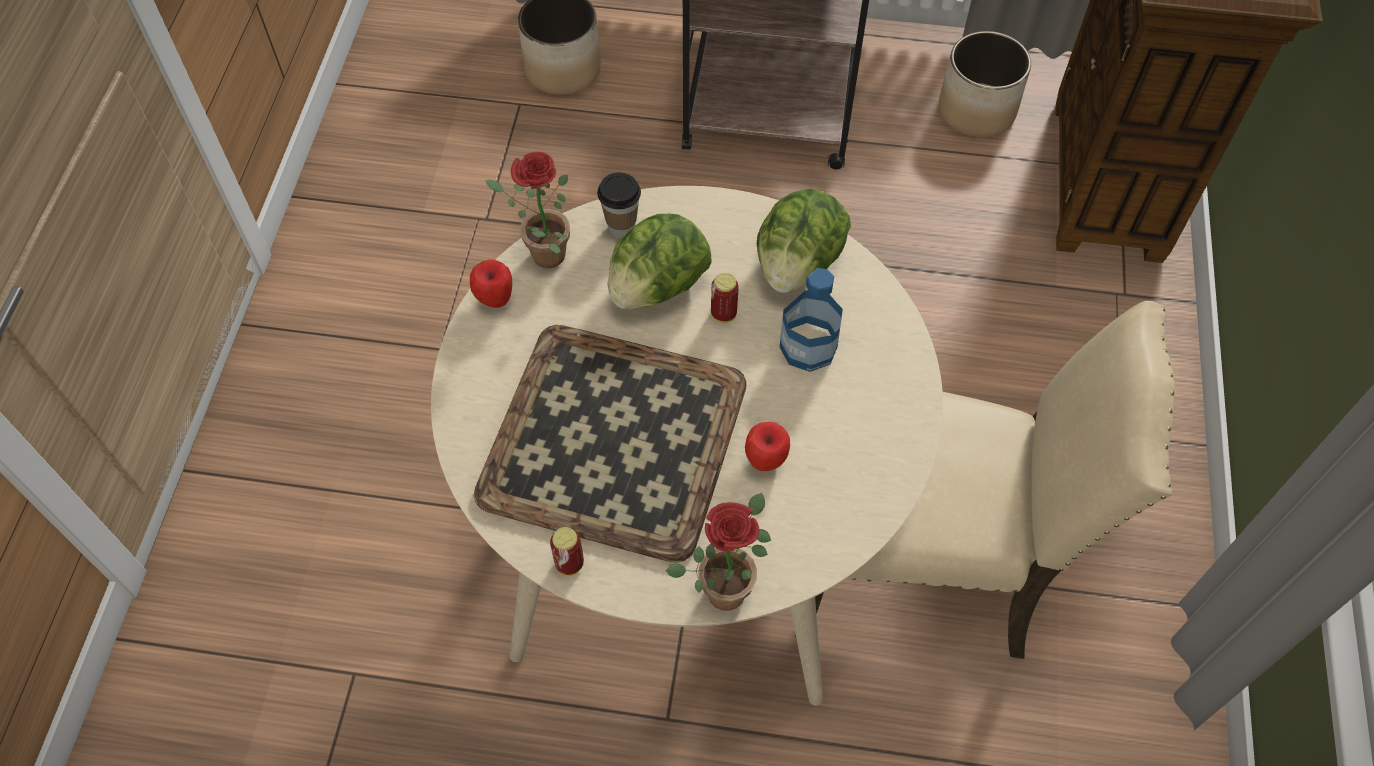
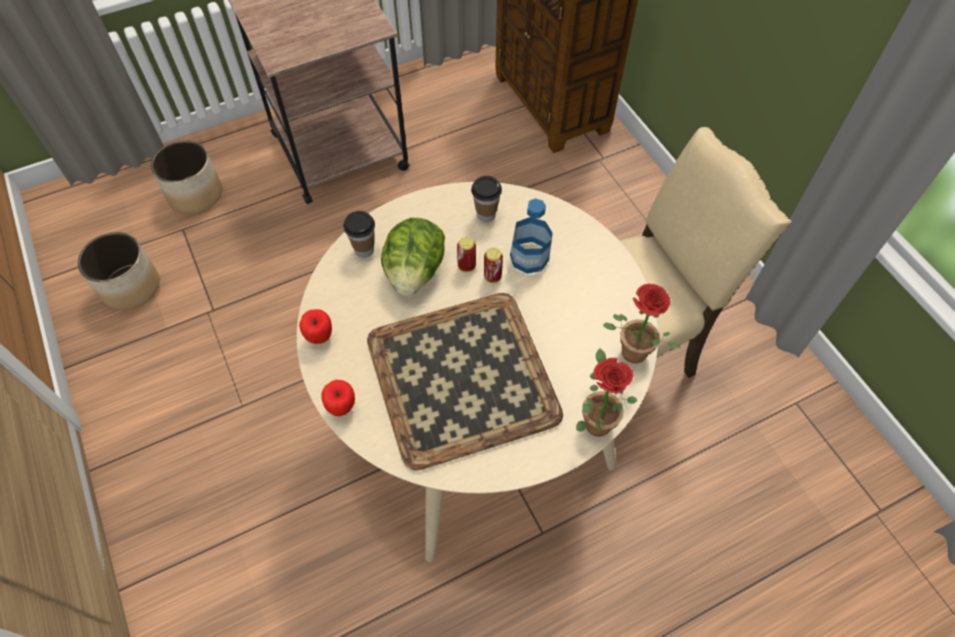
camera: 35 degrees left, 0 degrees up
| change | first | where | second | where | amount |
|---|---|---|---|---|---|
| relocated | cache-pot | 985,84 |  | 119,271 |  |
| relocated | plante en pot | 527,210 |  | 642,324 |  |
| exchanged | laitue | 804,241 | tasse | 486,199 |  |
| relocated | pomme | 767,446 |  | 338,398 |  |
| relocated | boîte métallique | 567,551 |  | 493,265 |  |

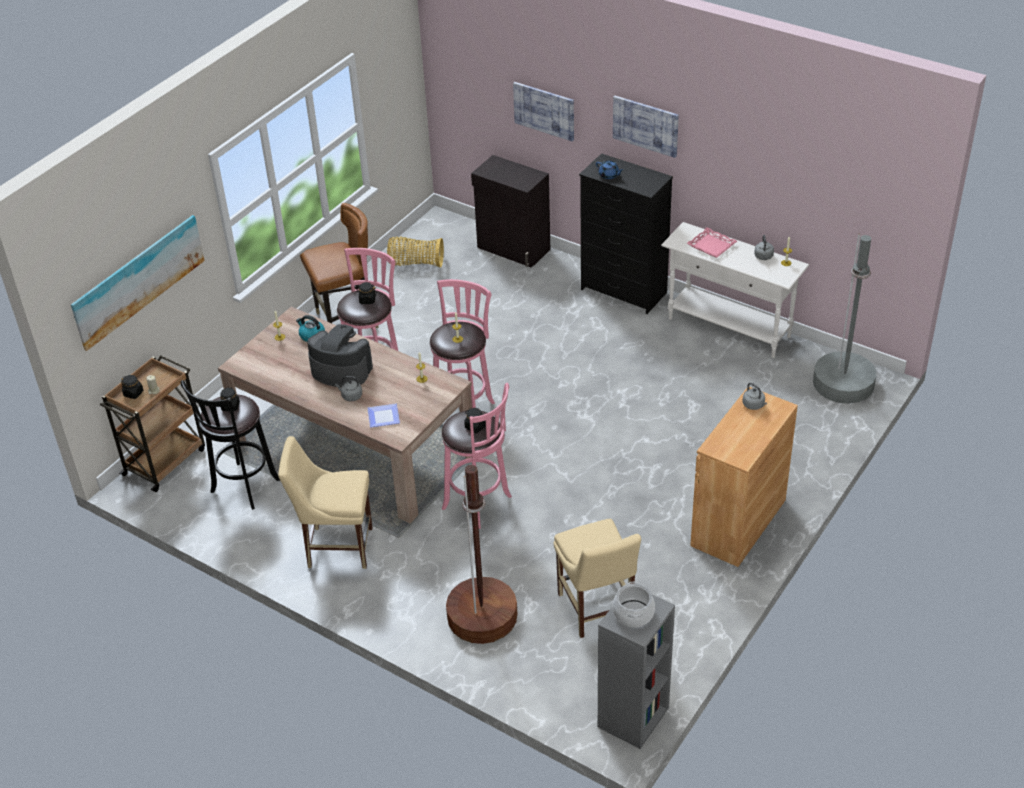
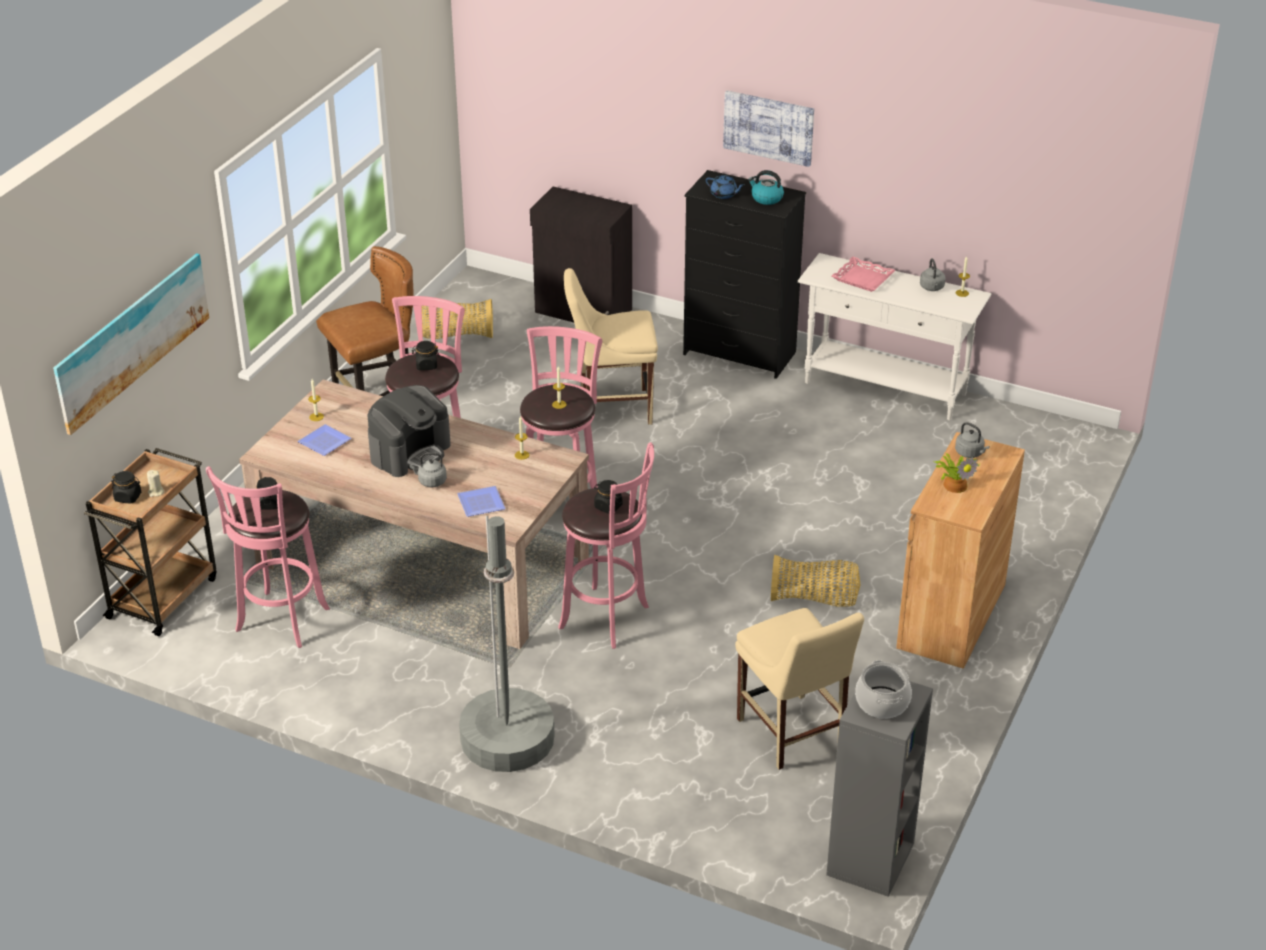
camera: 10 degrees left, 5 degrees down
| change | first | where | second | where | amount |
|---|---|---|---|---|---|
| missing | tableau | 543,112 |  |  |  |
| relocated | lampadaire [gris] | 844,319 |  | 507,643 |  |
| relocated | bouilloire | 310,328 |  | 766,187 |  |
| spun | machine à café | 340,355 |  | 409,431 | 120 degrees clockwise |
| colour | tabouret [noir] | 230,445 | tabouret [rose] | 268,557 |  |
| relocated | chaise [beige] | 325,502 |  | 611,346 |  |
| missing | lampadaire [marron] | 481,554 |  |  |  |
| appeared |  |  | assiette | 325,440 |  |
| appeared |  |  | plante en pot | 956,473 |  |
| appeared |  |  | panier | 816,580 |  |

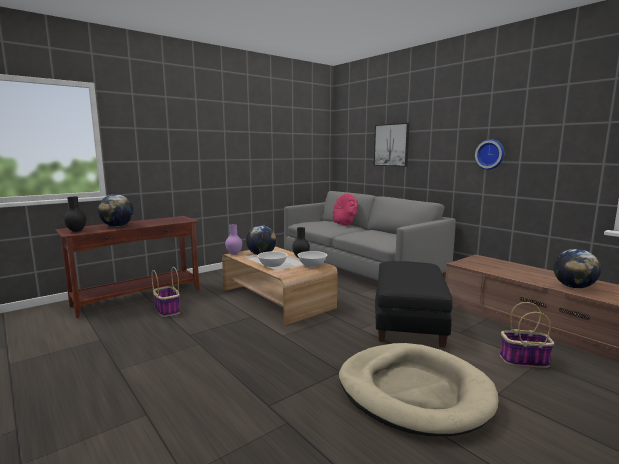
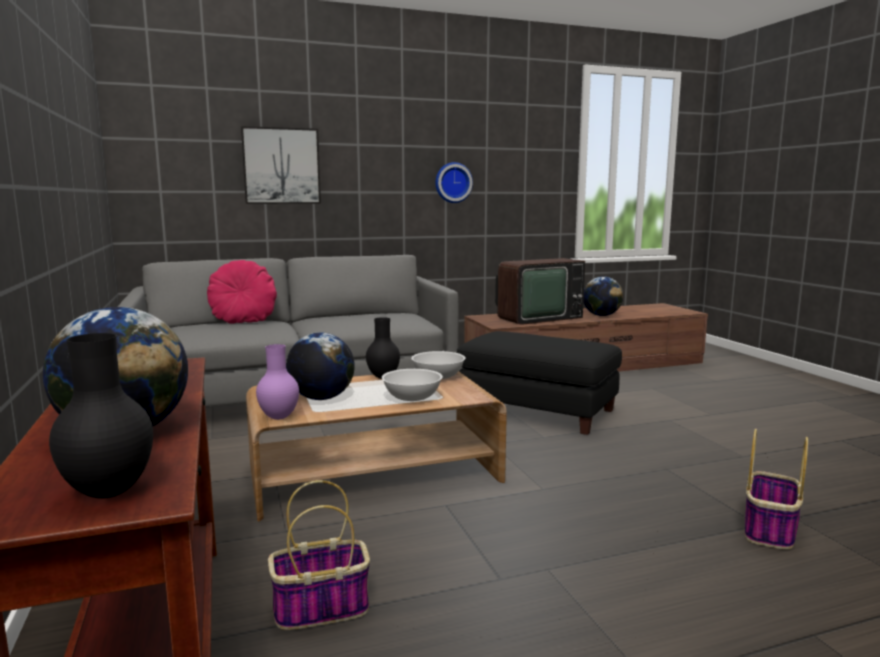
camera: 70 degrees left, 0 degrees up
| change | first | where | second | where | amount |
|---|---|---|---|---|---|
| relocated | panier | 527,335 |  | 776,489 |  |
| missing | panier pour chien [beige] | 419,389 |  |  |  |
| appeared |  |  | téléviseur | 540,291 |  |

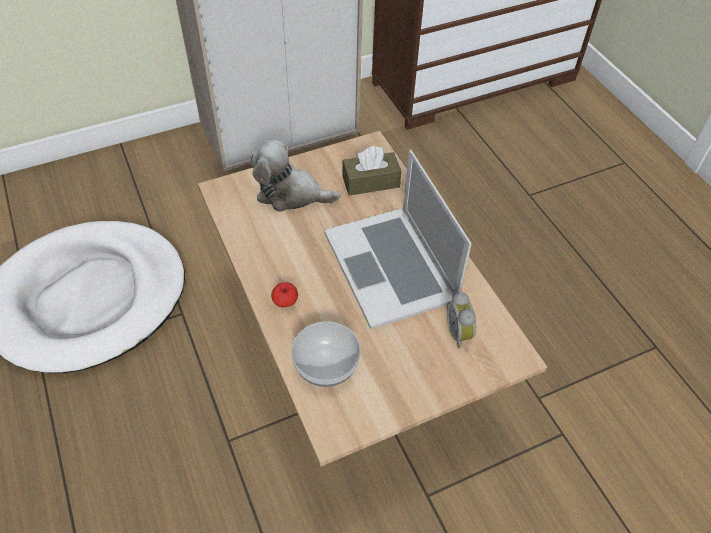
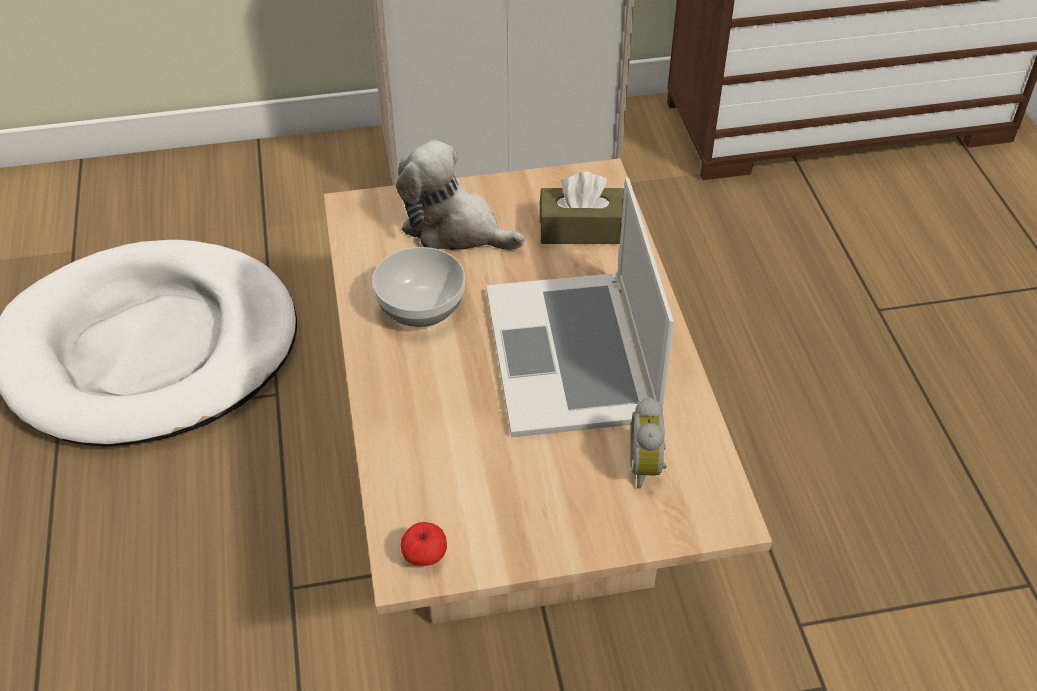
camera: 15 degrees right, 5 degrees down
| change | first | where | second | where | amount |
|---|---|---|---|---|---|
| relocated | pomme | 284,294 |  | 423,544 |  |
| relocated | bol | 326,354 |  | 418,287 |  |

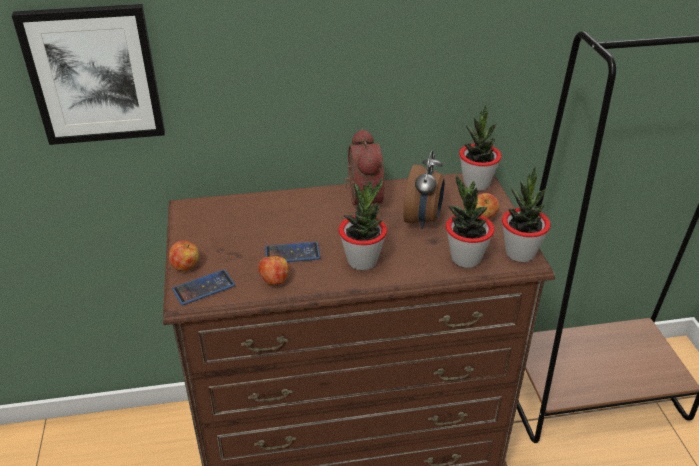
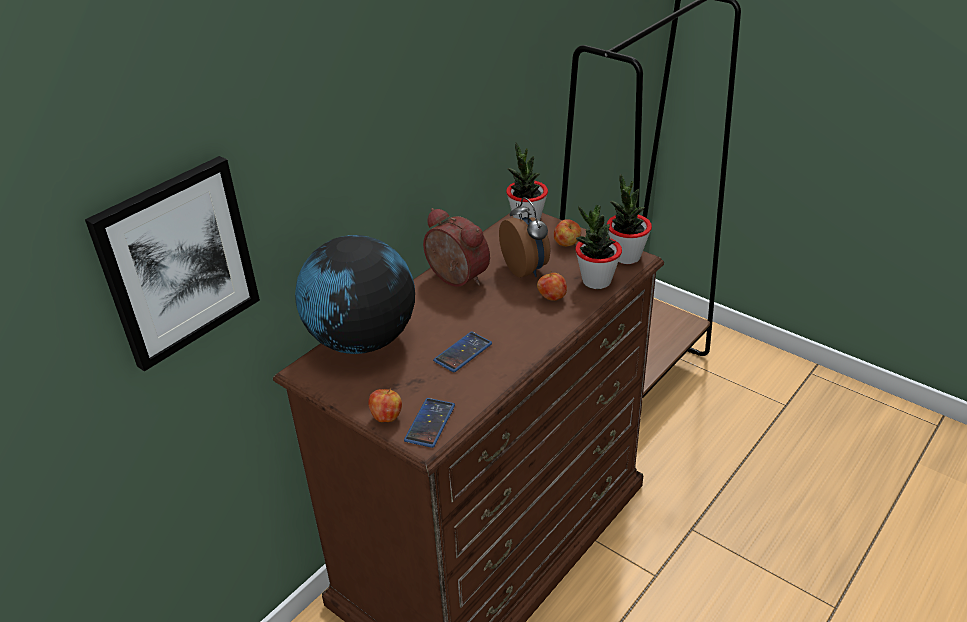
camera: 40 degrees left, 0 degrees up
| change | first | where | second | where | amount |
|---|---|---|---|---|---|
| missing | plante en pot | 363,224 |  |  |  |
| relocated | pomme | 274,269 |  | 552,286 |  |
| appeared |  |  | globe | 355,294 |  |

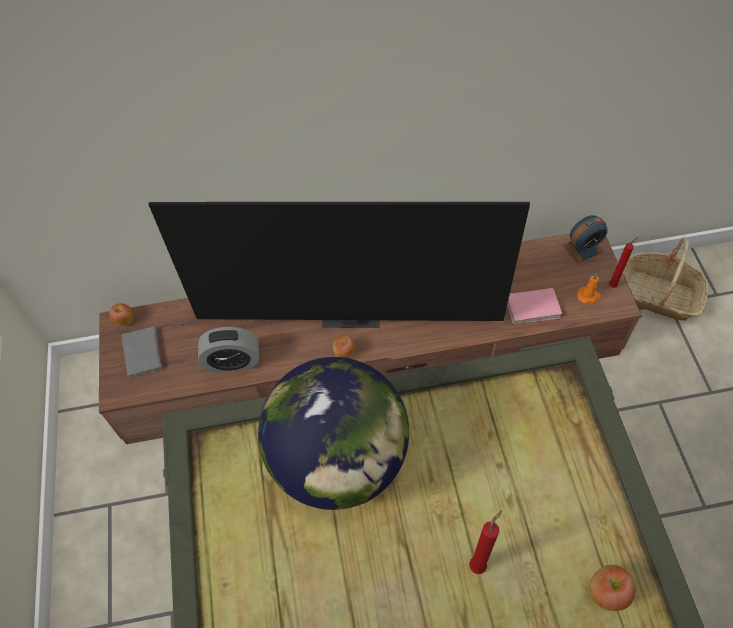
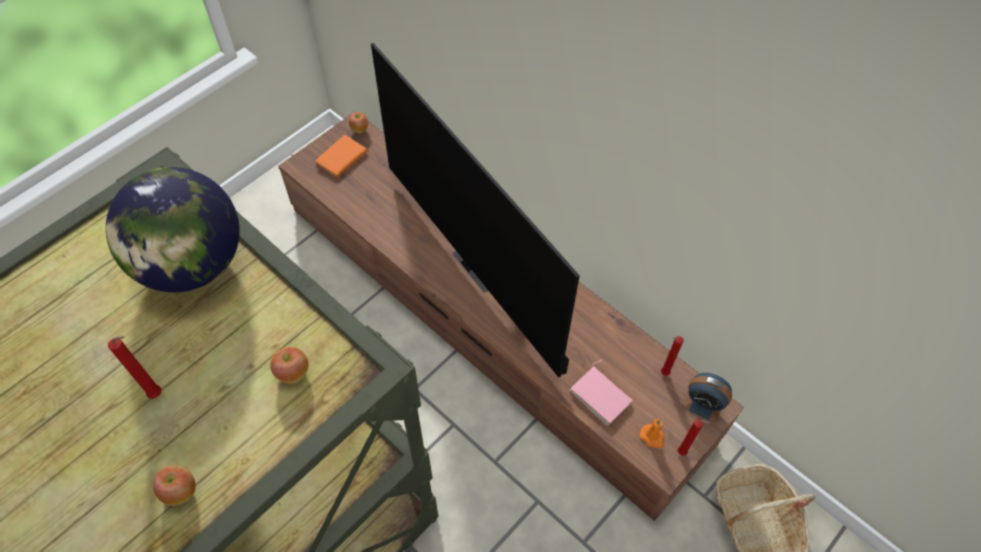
camera: 50 degrees right, 0 degrees up
| change | first | where | second | where | amount |
|---|---|---|---|---|---|
| colour | livre [gris] | 144,351 | livre [orange] | 344,156 |  |
| missing | réveil | 228,350 |  |  |  |
| relocated | pomme | 344,346 |  | 289,365 |  |
| appeared |  |  | bougie [rouge] | 672,356 |  |

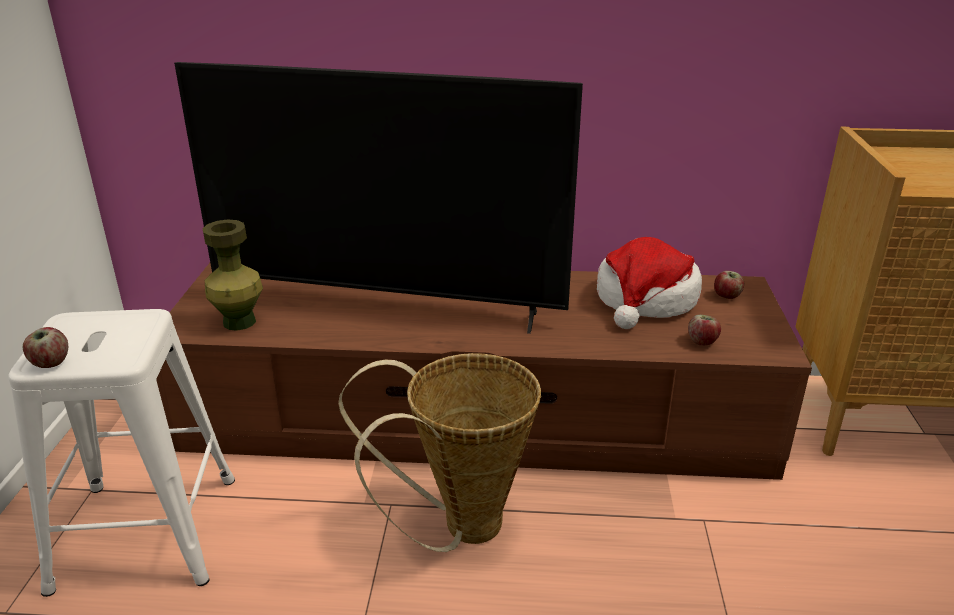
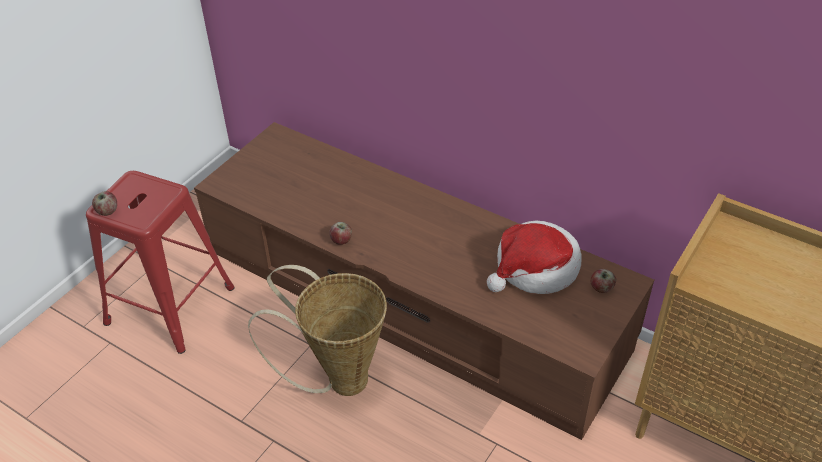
camera: 30 degrees right, 15 degrees up
| change | first | where | second | where | amount |
|---|---|---|---|---|---|
| missing | téléviseur | 378,198 |  |  |  |
| missing | vase [vert] | 233,275 |  |  |  |
| colour | tabouret [blanc] | 121,453 | tabouret [rouge] | 160,262 |  |
| relocated | pomme | 704,330 |  | 340,233 |  |

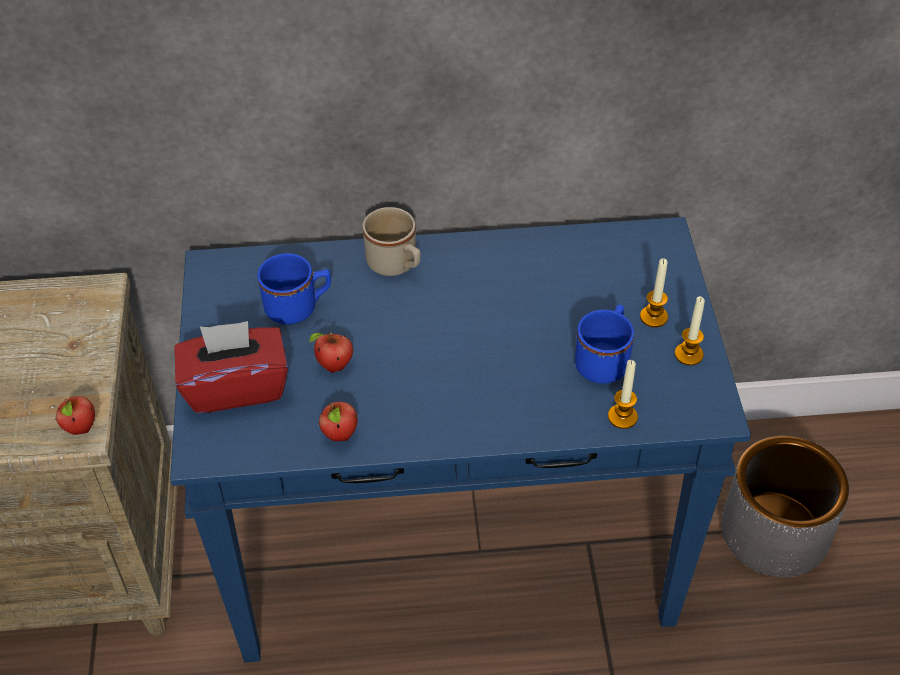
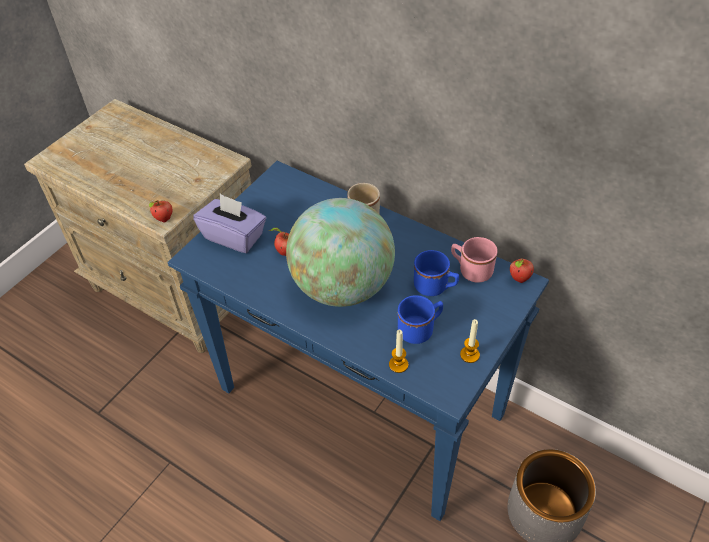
camera: 40 degrees right, 0 degrees up
| change | first | where | second | where | amount |
|---|---|---|---|---|---|
| relocated | mug [bleu] | 294,289 |  | 436,273 |  |
| missing | bougie | 654,292 |  |  |  |
| colour | boîte à mouchoirs [rouge] | 231,367 | boîte à mouchoirs [violet] | 229,223 |  |
| relocated | pomme | 338,421 |  | 522,270 |  |
| appeared |  |  | globe | 340,252 |  |
| appeared |  |  | mug [rose] | 474,260 |  |

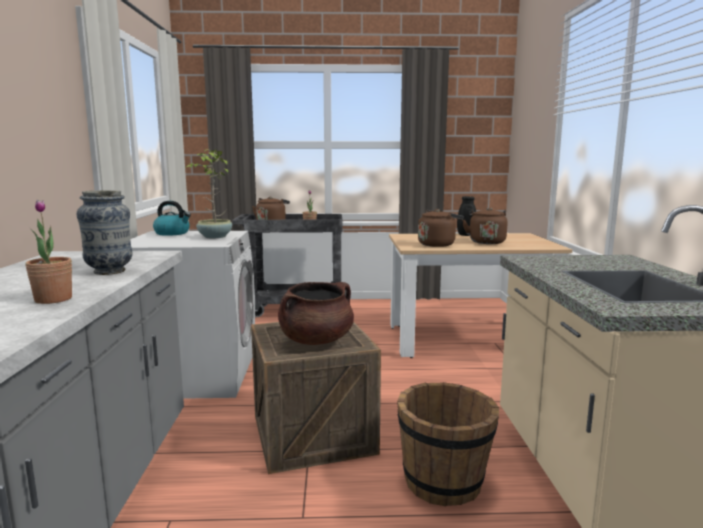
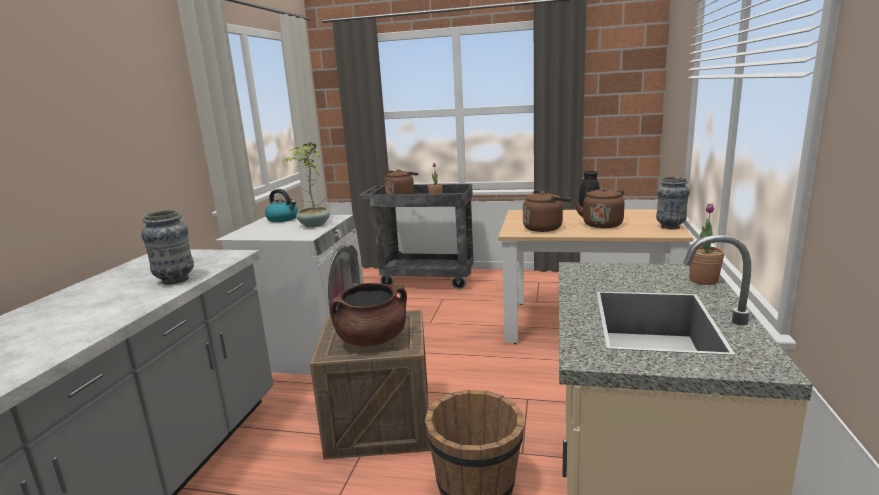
camera: 15 degrees right, 5 degrees up
| change | first | where | second | where | amount |
|---|---|---|---|---|---|
| relocated | plante en pot | 48,252 |  | 707,244 |  |
| appeared |  |  | vase | 673,202 |  |

